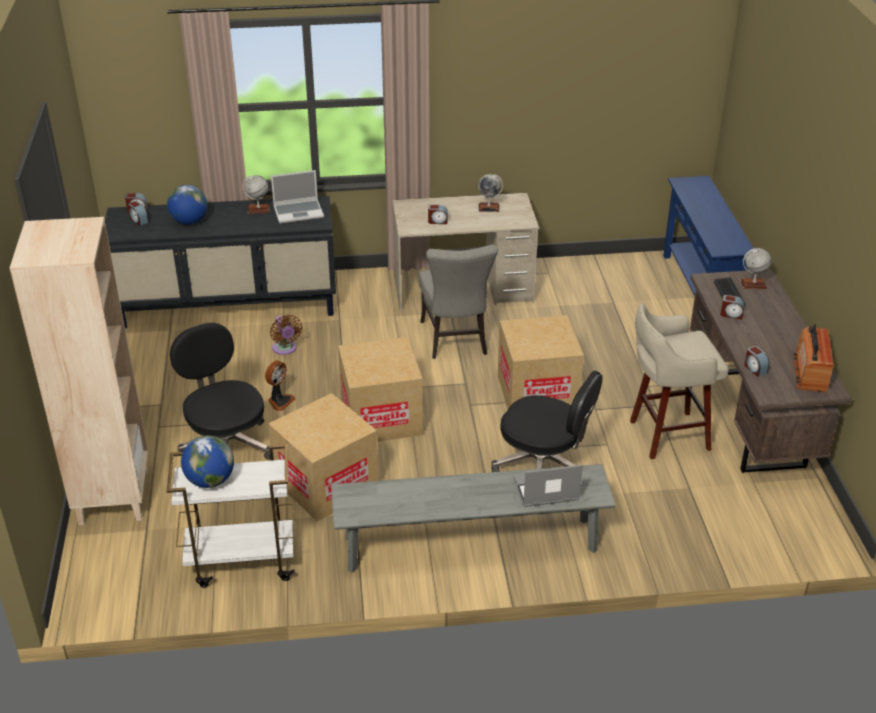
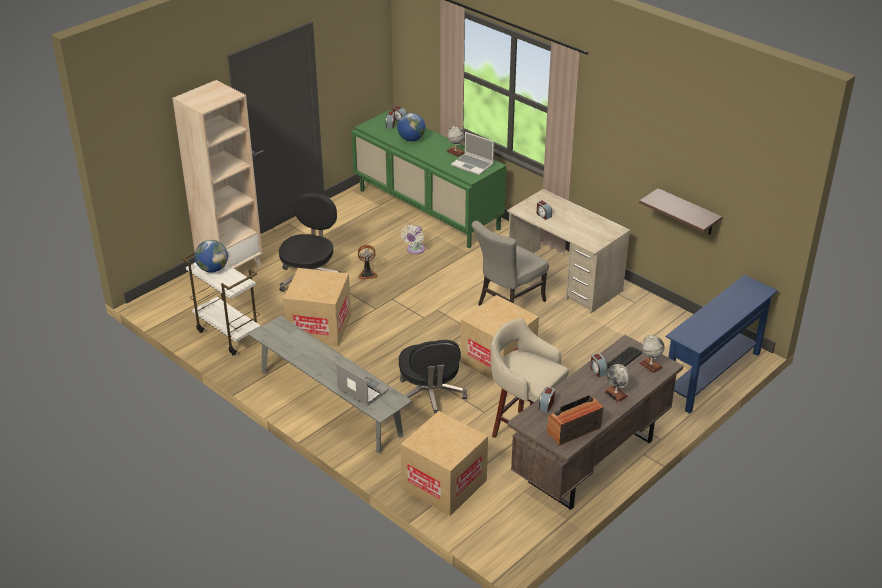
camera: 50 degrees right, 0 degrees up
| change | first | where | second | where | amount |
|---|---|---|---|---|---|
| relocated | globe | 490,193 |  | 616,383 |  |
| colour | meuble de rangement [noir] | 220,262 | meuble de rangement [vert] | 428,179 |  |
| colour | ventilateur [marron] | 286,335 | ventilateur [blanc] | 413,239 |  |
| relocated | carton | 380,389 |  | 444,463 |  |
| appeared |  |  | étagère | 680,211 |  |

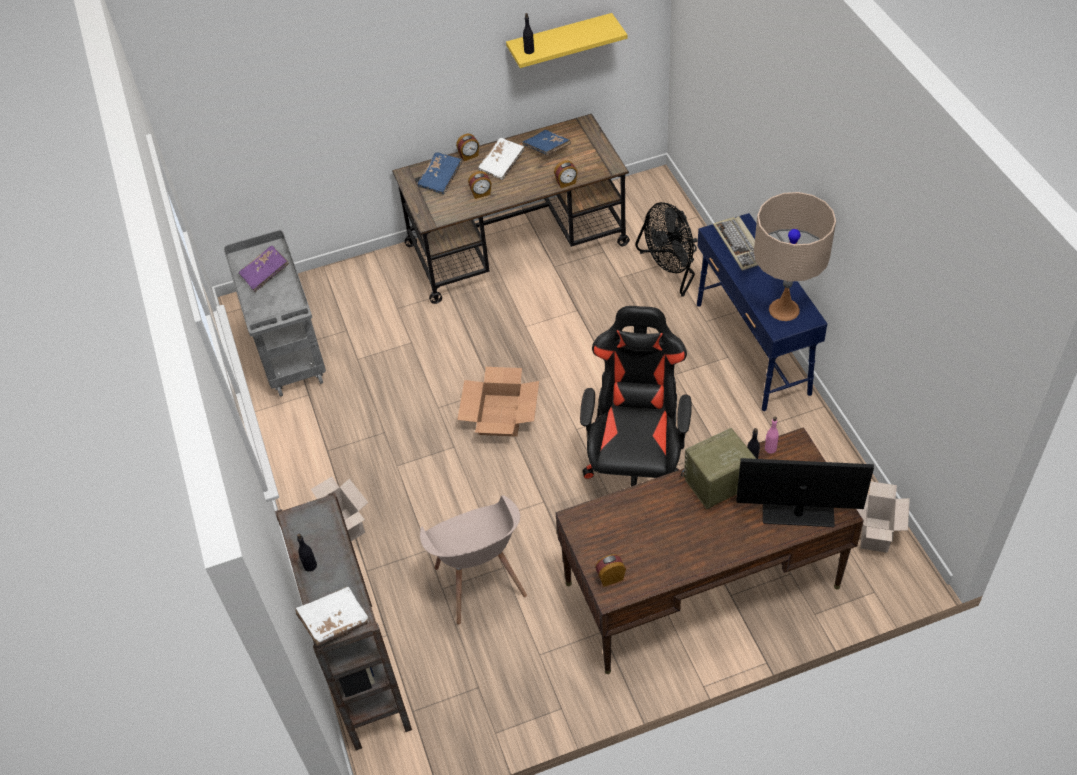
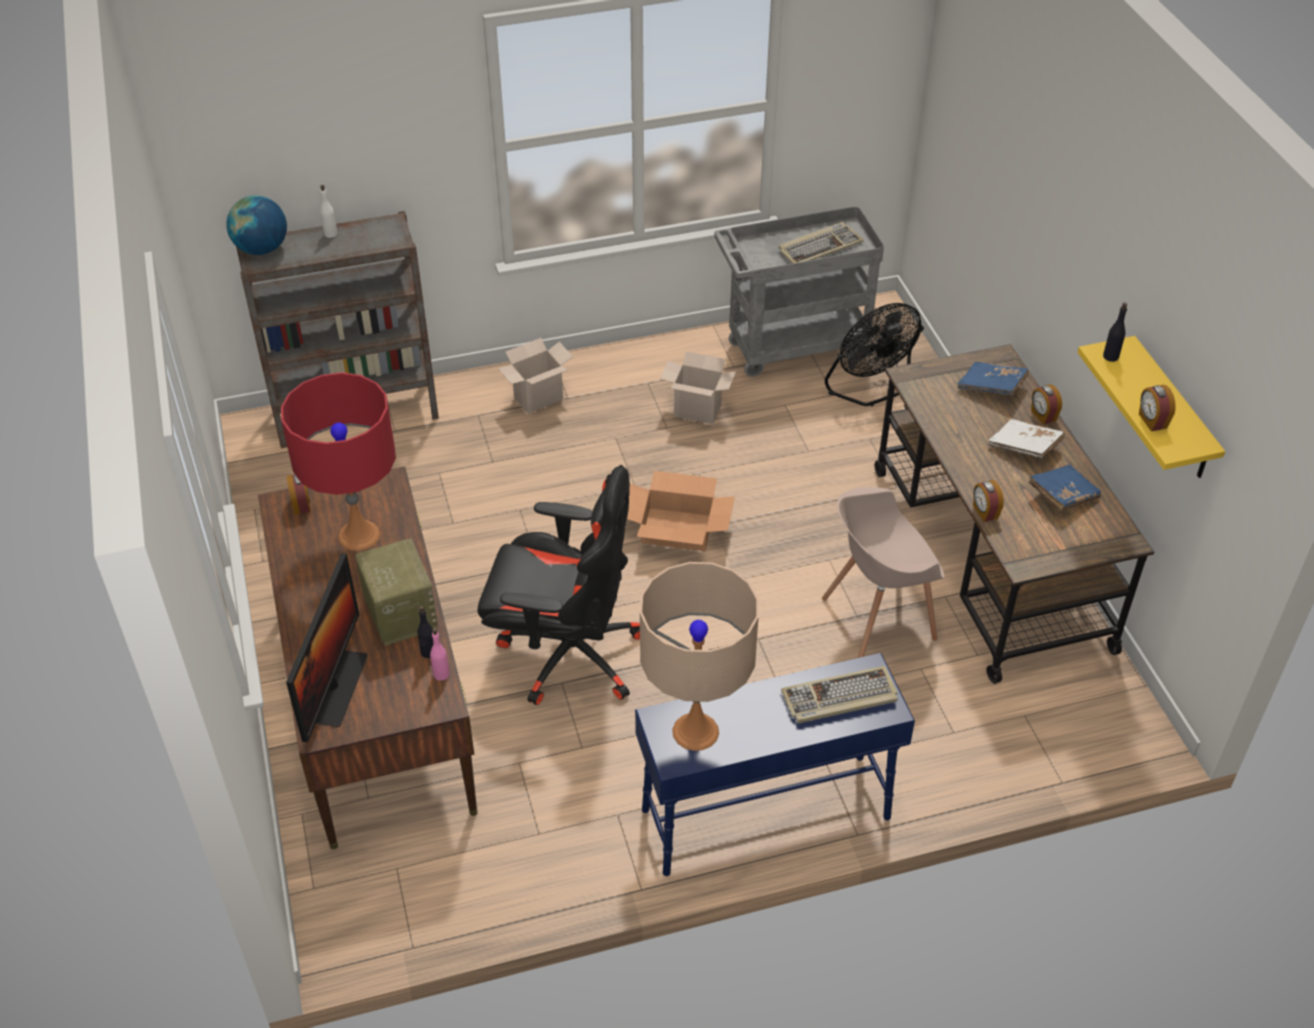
camera: 90 degrees right, 5 degrees down
| change | first | where | second | where | amount |
|---|---|---|---|---|---|
| relocated | réveil | 480,185 |  | 1157,408 |  |
| relocated | ventilateur [noir] | 666,249 |  | 874,356 |  |
| exchanged | livre [violet] | 264,269 | clavier | 821,242 |  |
| relocated | carton | 883,517 |  | 698,387 |  |
| relocated | chaise [beige] | 473,559 |  | 883,572 |  |
| colour | bouteille [noir] | 307,553 | bouteille [blanc] | 328,211 |  |
| exchanged | livre [blanc] | 331,616 | globe | 256,225 |  |
| appeared |  |  | lampe de table [rouge] | 338,461 |  |

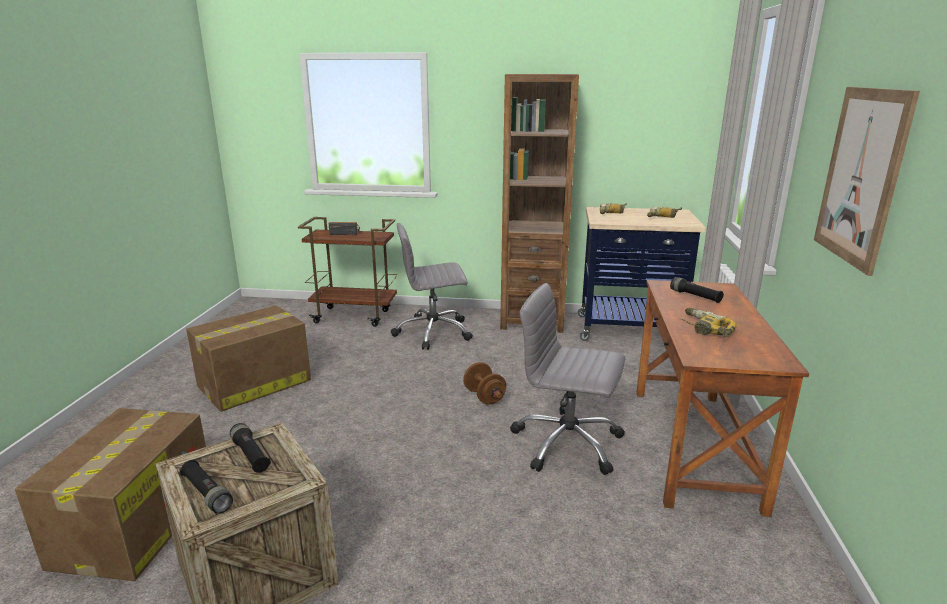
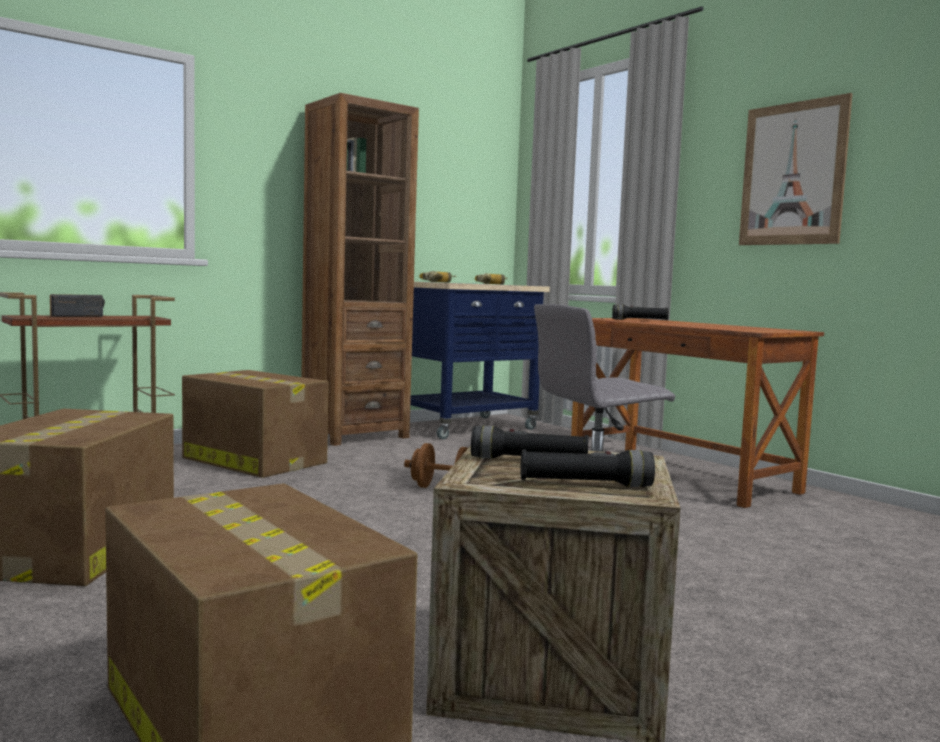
camera: 45 degrees left, 15 degrees down
| change | first | where | second | where | amount |
|---|---|---|---|---|---|
| exchanged | chaise de bureau [gris] | 432,286 | carton | 255,424 |  |
| missing | perceuse | 709,322 |  |  |  |

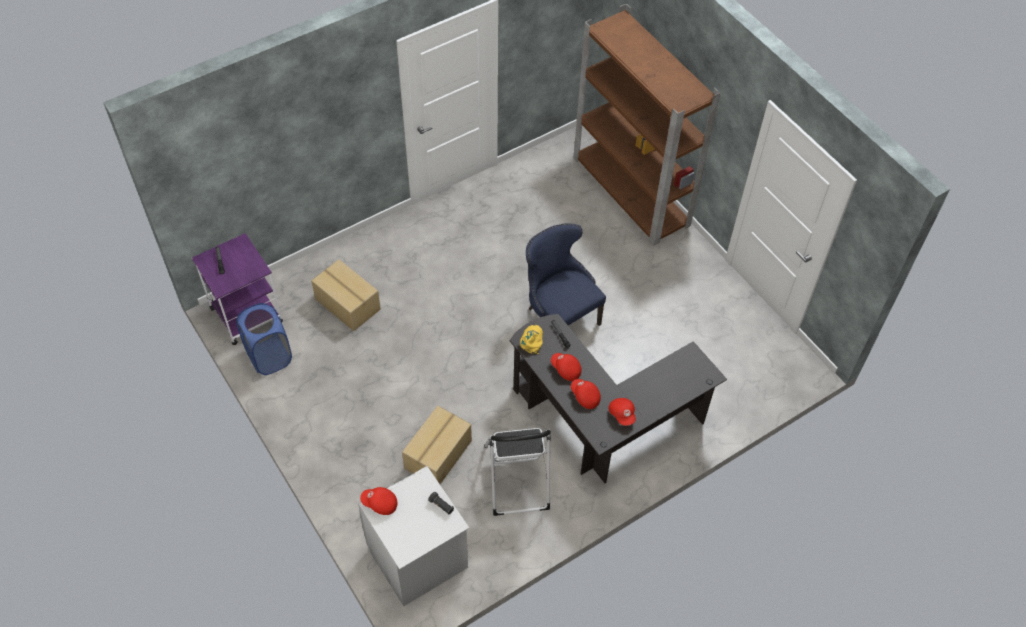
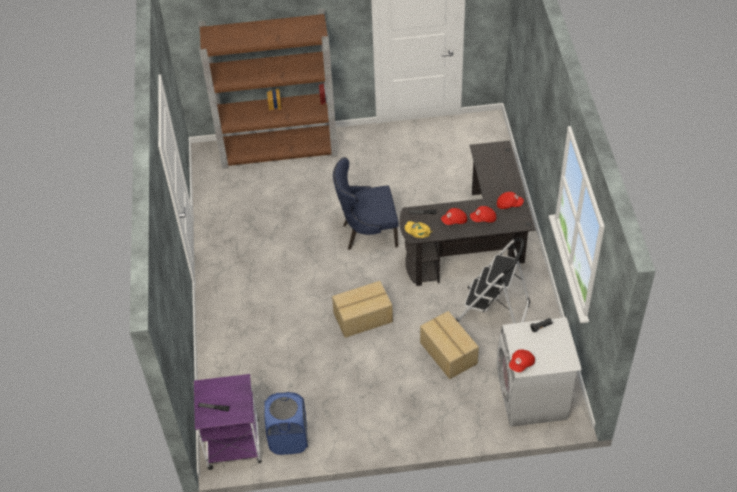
camera: 60 degrees left, 5 degrees down
| change | first | where | second | where | amount |
|---|---|---|---|---|---|
| relocated | carton | 346,295 |  | 362,309 |  |

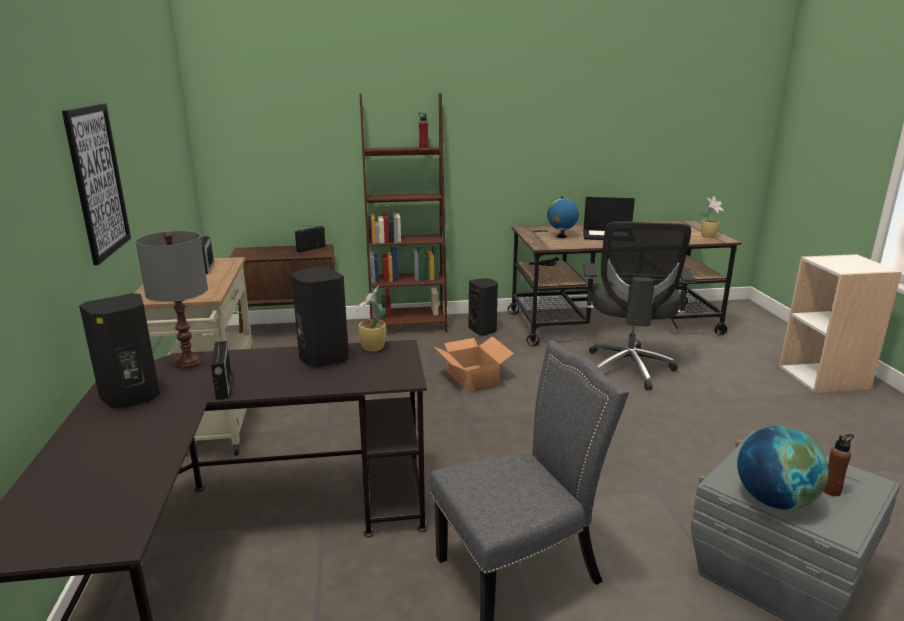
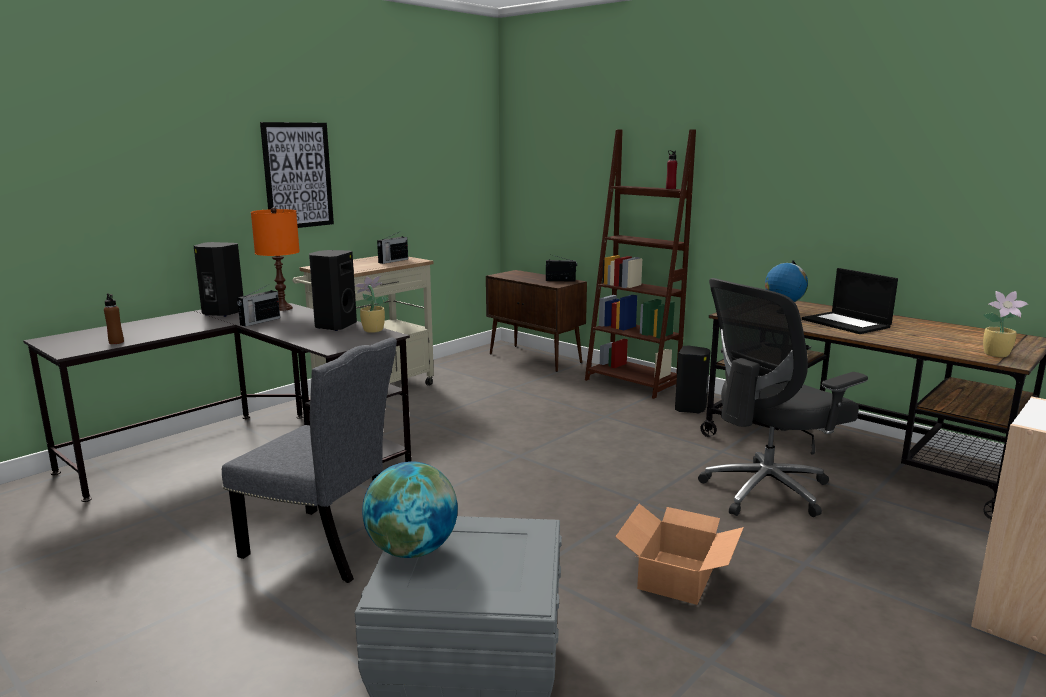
camera: 50 degrees right, 5 degrees down
| change | first | where | second | where | amount |
|---|---|---|---|---|---|
| colour | lampe de table [gris] | 172,299 | lampe de table [orange] | 275,259 |  |
| relocated | carton | 473,363 |  | 679,554 |  |
| relocated | bouteille [marron] | 838,465 |  | 114,318 |  |

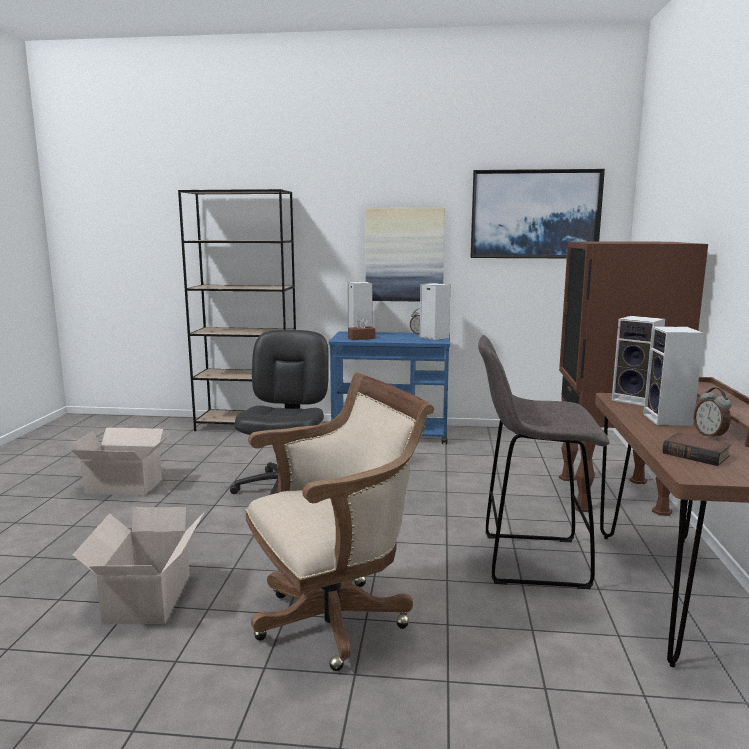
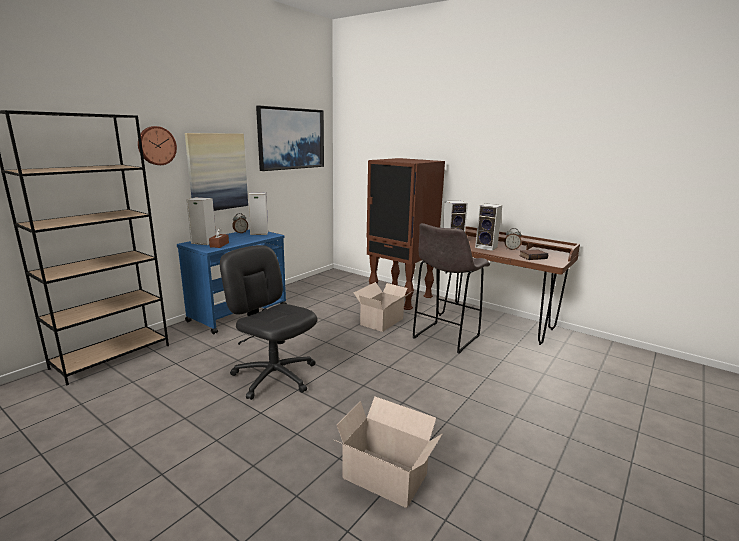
camera: 60 degrees left, 5 degrees up
| change | first | where | second | where | amount |
|---|---|---|---|---|---|
| missing | chaise de bureau | 339,521 |  |  |  |
| relocated | carton | 119,461 |  | 382,307 |  |
| appeared |  |  | horloge murale | 157,145 |  |

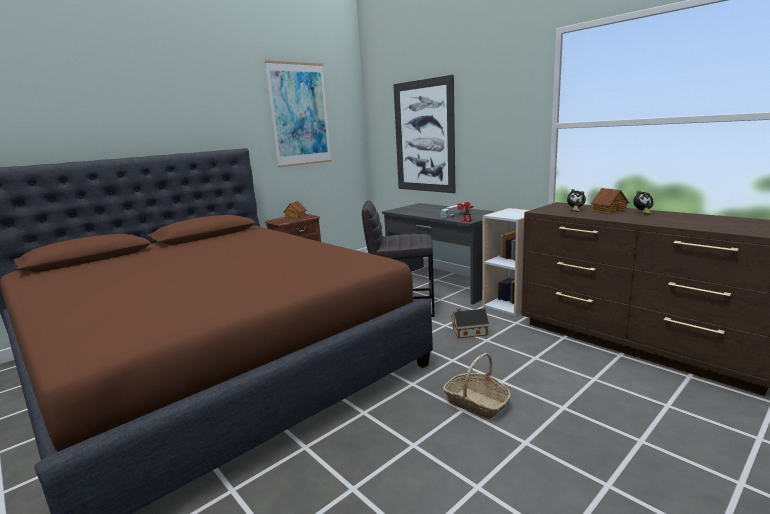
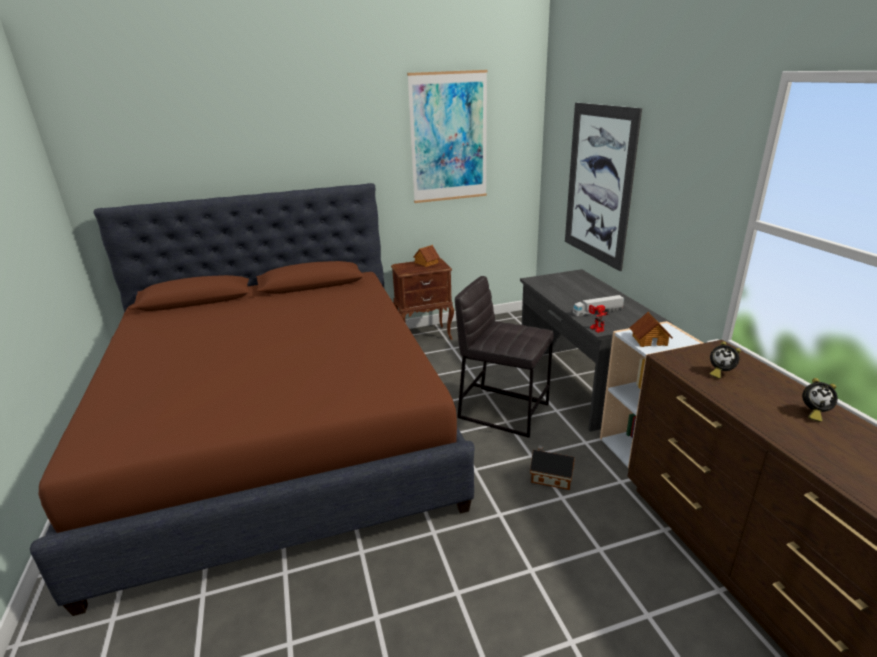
camera: 25 degrees right, 10 degrees up
| change | first | where | second | where | amount |
|---|---|---|---|---|---|
| relocated | maison miniature | 610,200 |  | 651,329 |  |
| missing | panier | 477,386 |  |  |  |

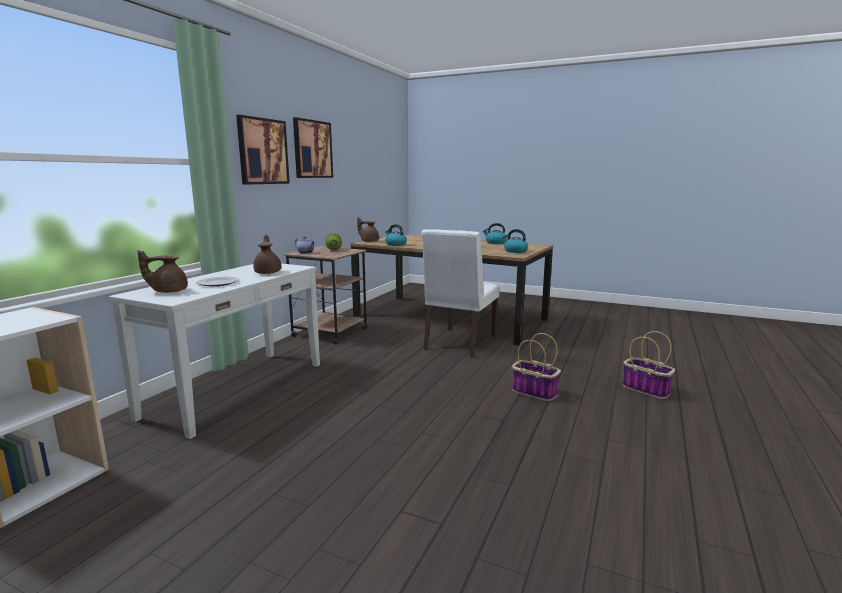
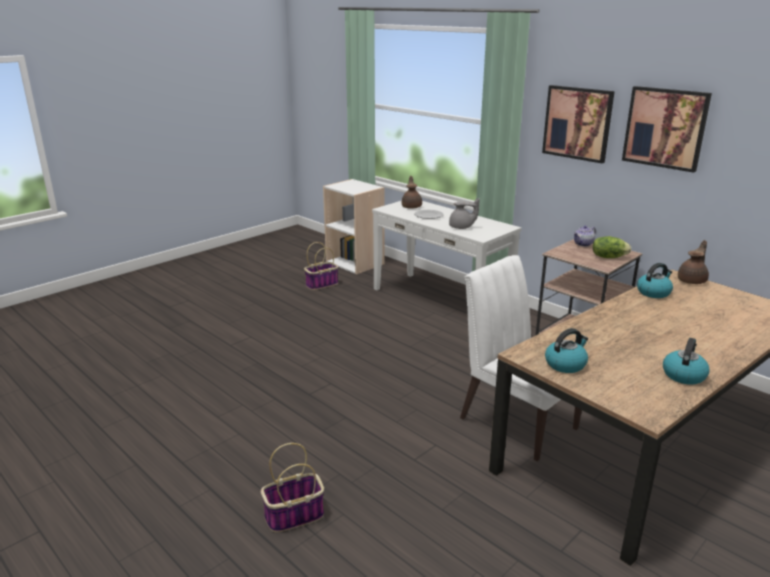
camera: 110 degrees right, 10 degrees up
| change | first | where | second | where | amount |
|---|---|---|---|---|---|
| colour | théière [marron] | 267,254 | théière [gris] | 464,213 |  |
| relocated | panier | 536,367 |  | 321,266 |  |

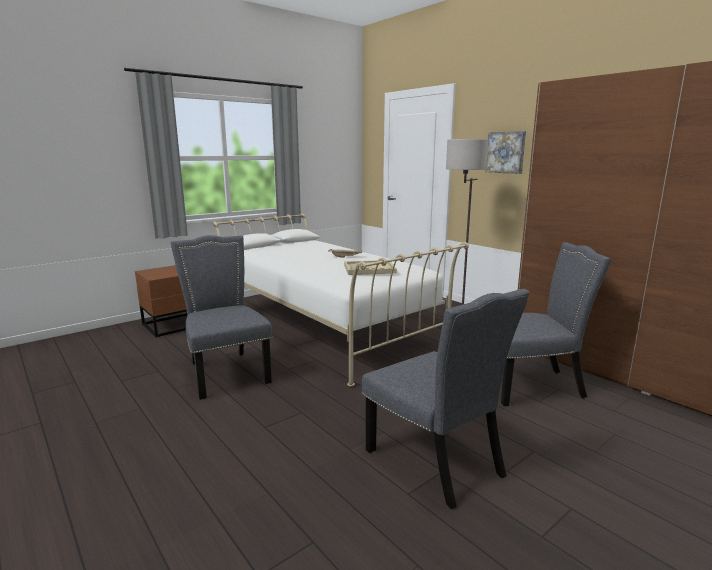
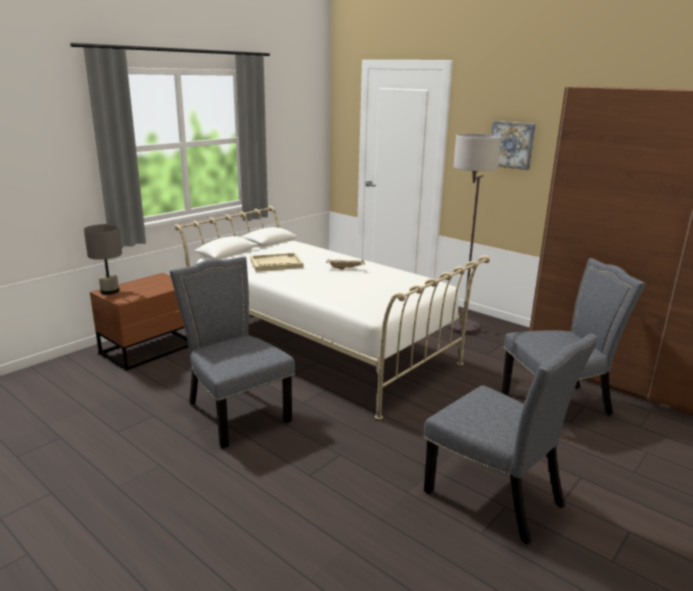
camera: 10 degrees left, 5 degrees up
| change | first | where | second | where | amount |
|---|---|---|---|---|---|
| relocated | plateau [beige] | 370,267 |  | 277,262 |  |
| appeared |  |  | lampe de table [gris] | 103,259 |  |

